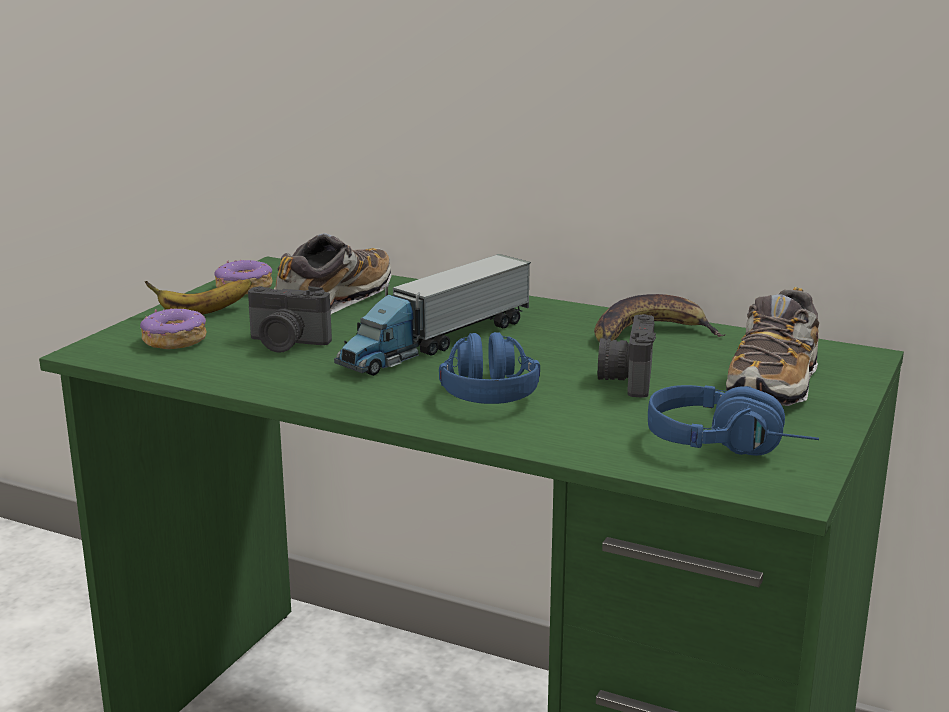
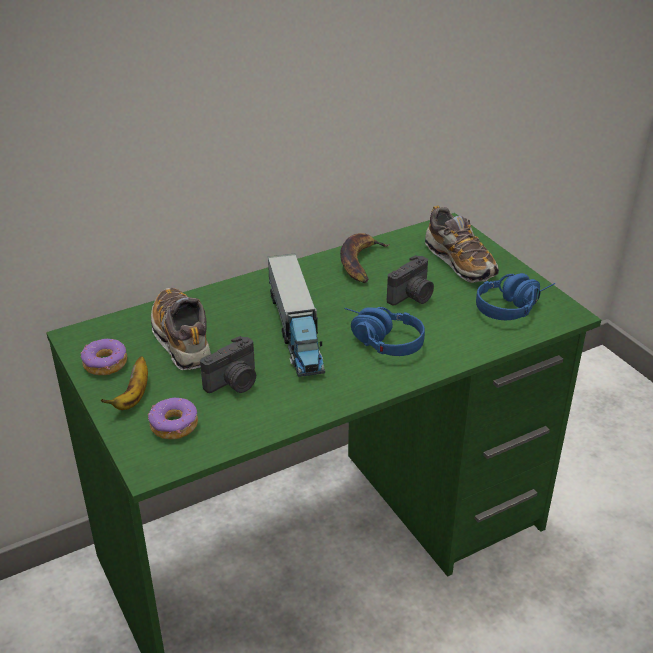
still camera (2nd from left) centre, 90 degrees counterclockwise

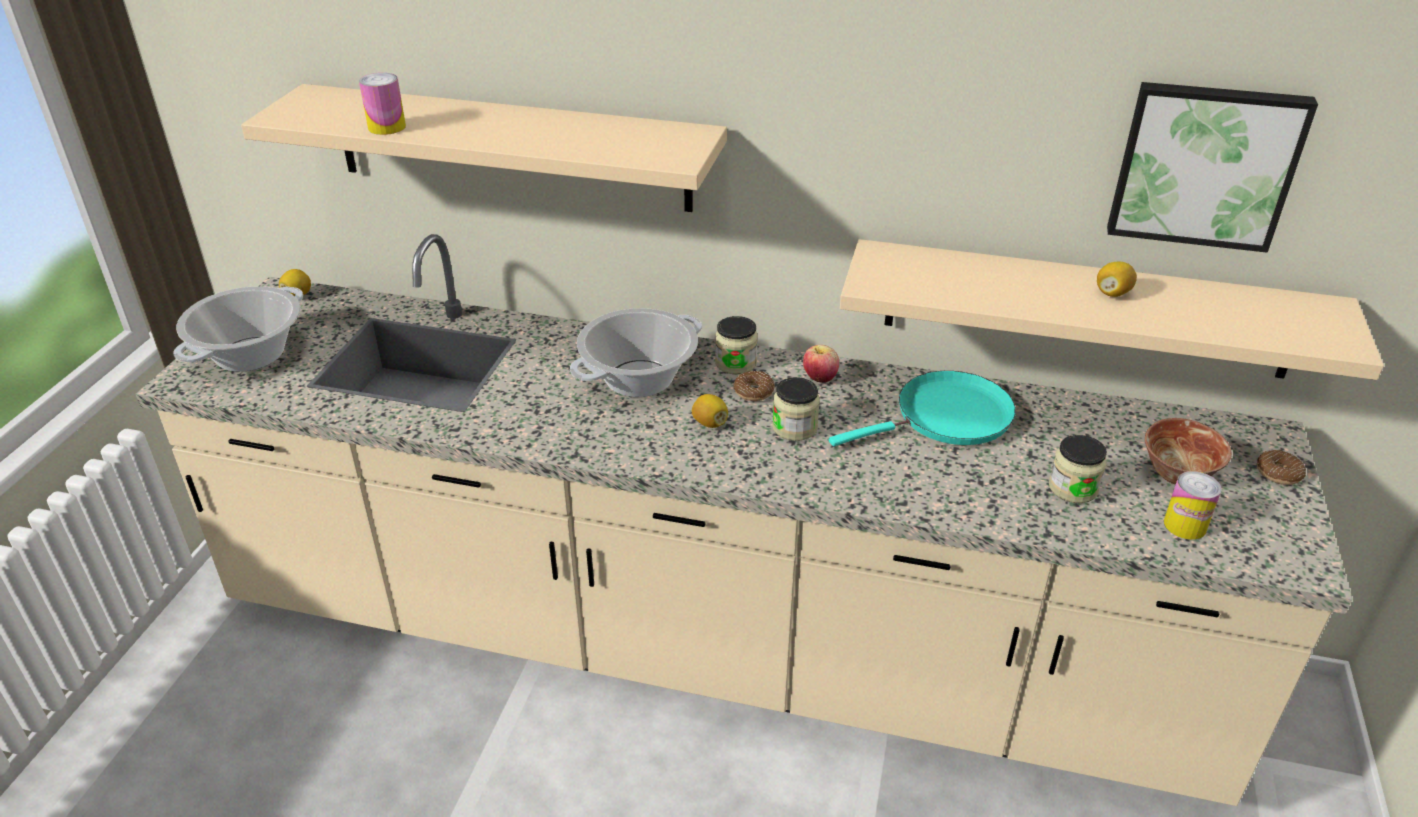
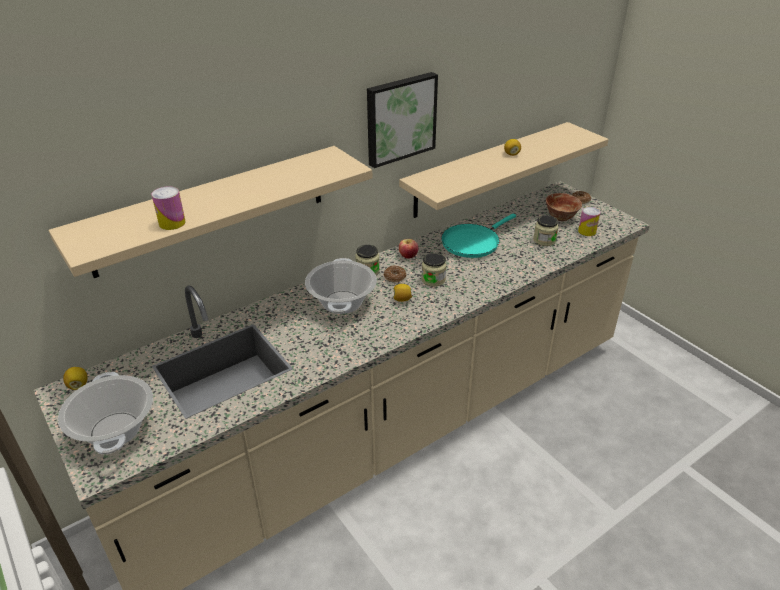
picture top right -> picture top centre, moved
turquoise-coloured skillet centre, 150 degrees counterclockwise

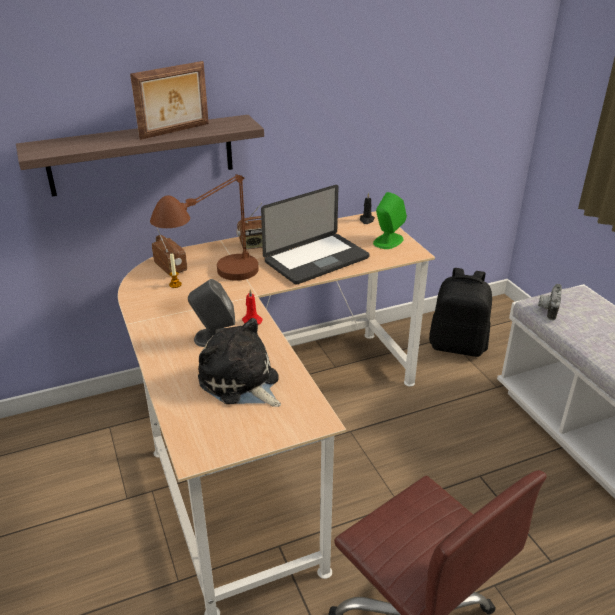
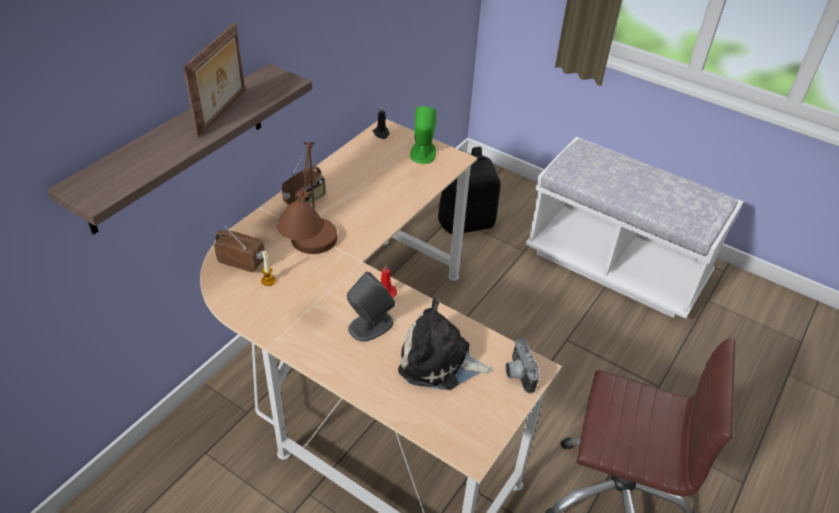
still camera middle right -> still camera bottom centre, moved
portable computer centre -> none

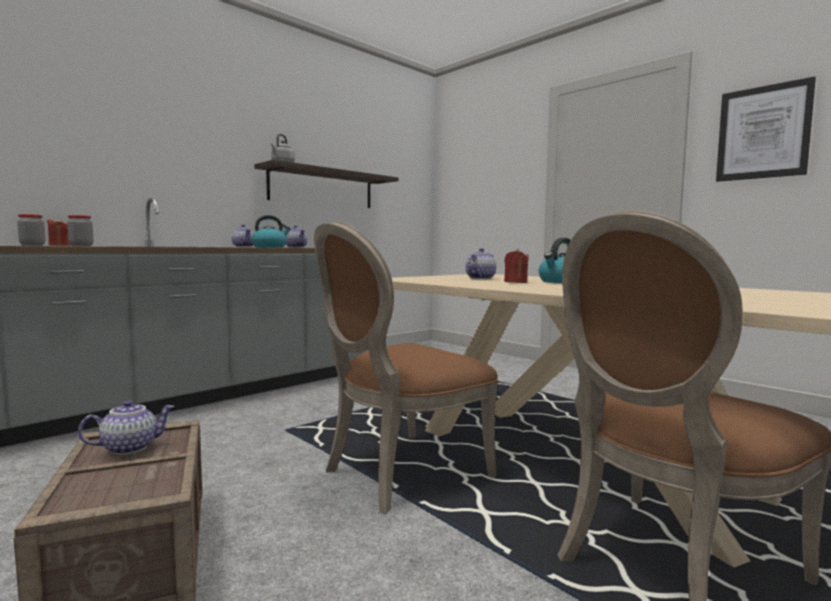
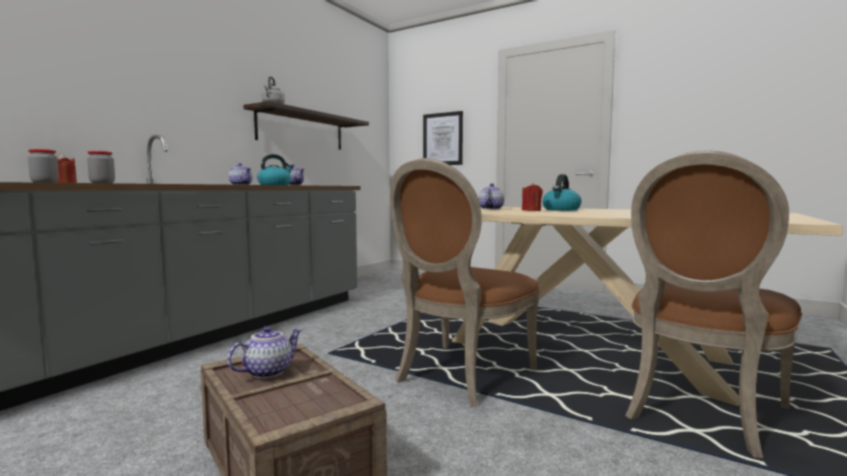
picture top right -> picture top centre, moved

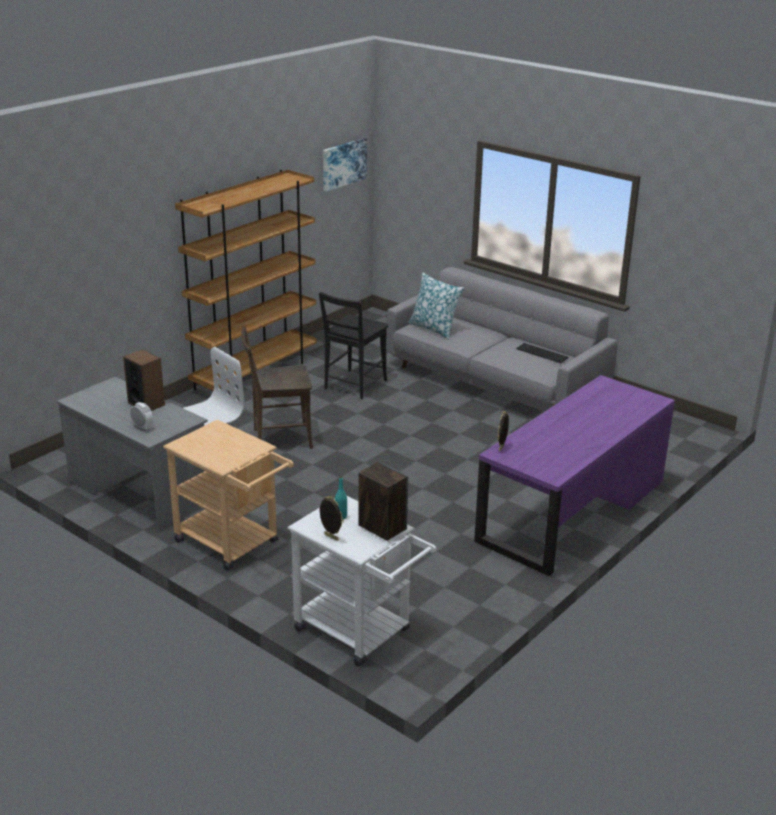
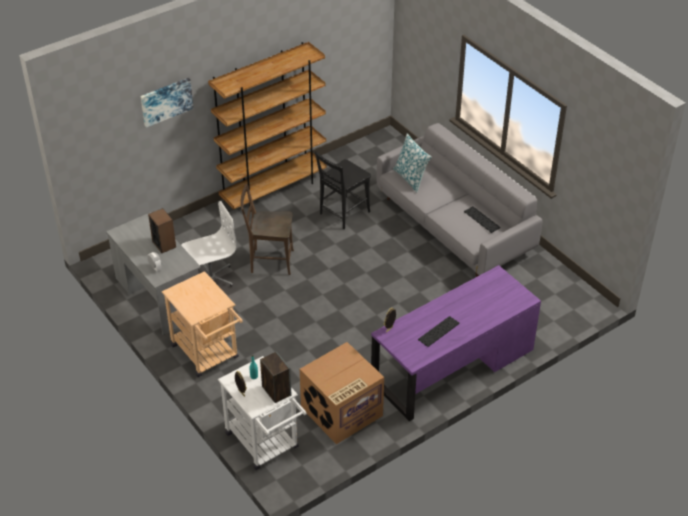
picture top centre -> picture top left, moved
none -> carton bottom centre
none -> computer keyboard (1st from left) centre

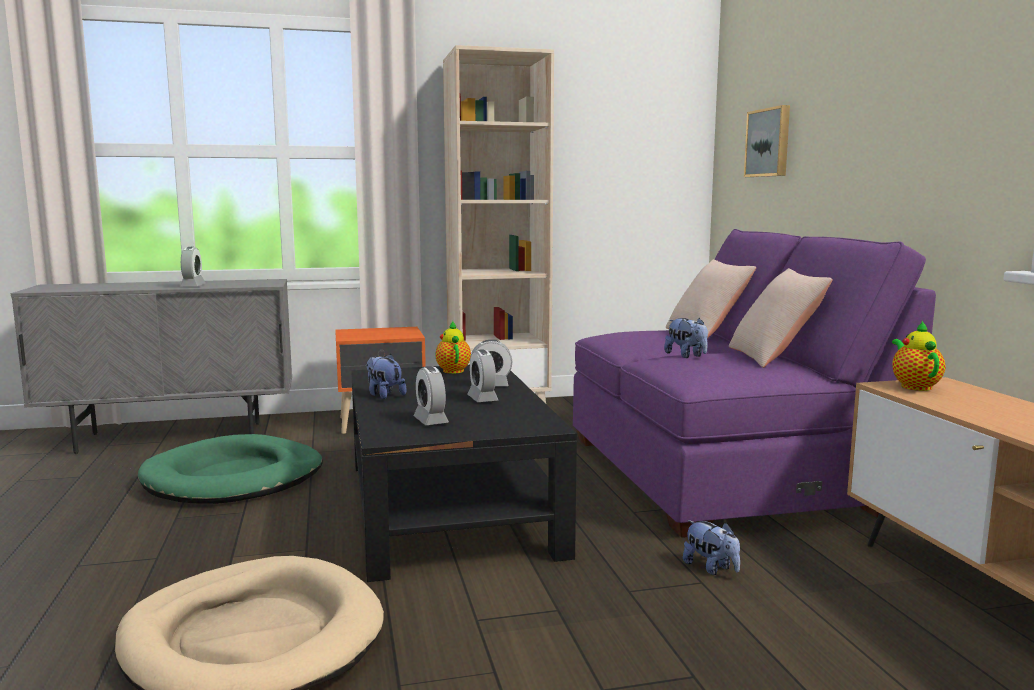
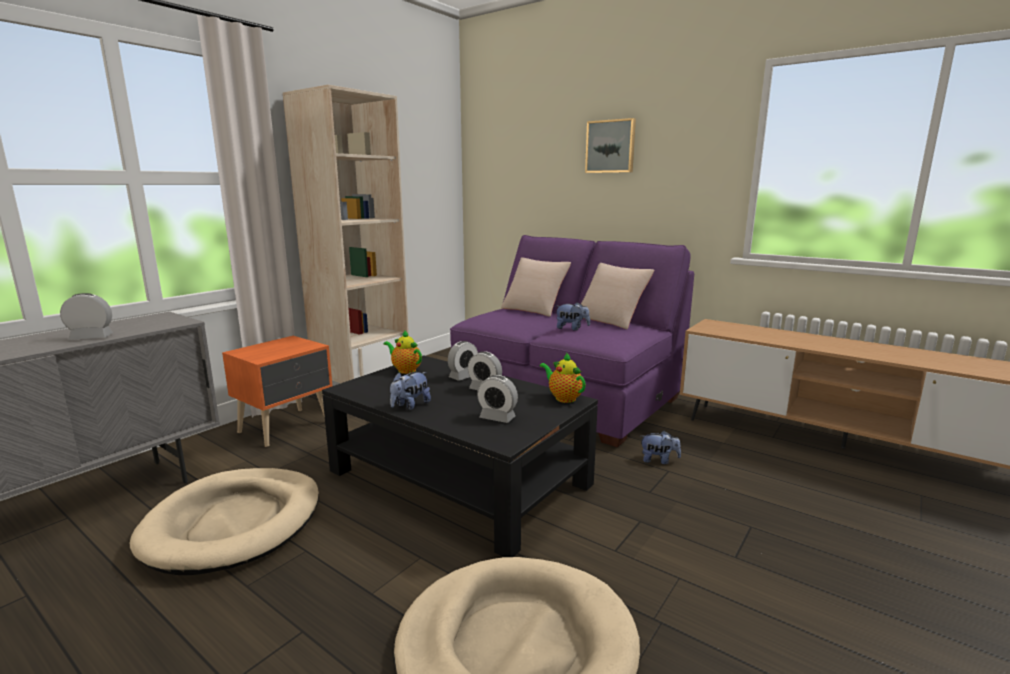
bedside clock (1st from left) middle left, 60 degrees counterclockwise
greenish pet bed bottom left -> beige pet bed (1st from left) bottom left
plush toy (1st from left) centre, 60 degrees counterclockwise
pot for tea (2nd from left) middle right -> pot for tea (2nd from left) centre, moved
picture top right -> picture top centre, moved

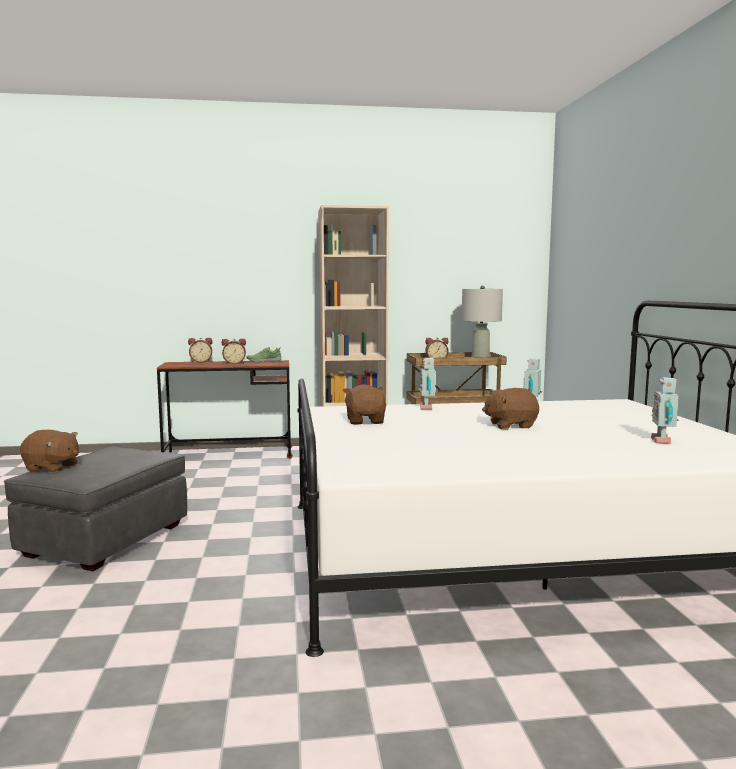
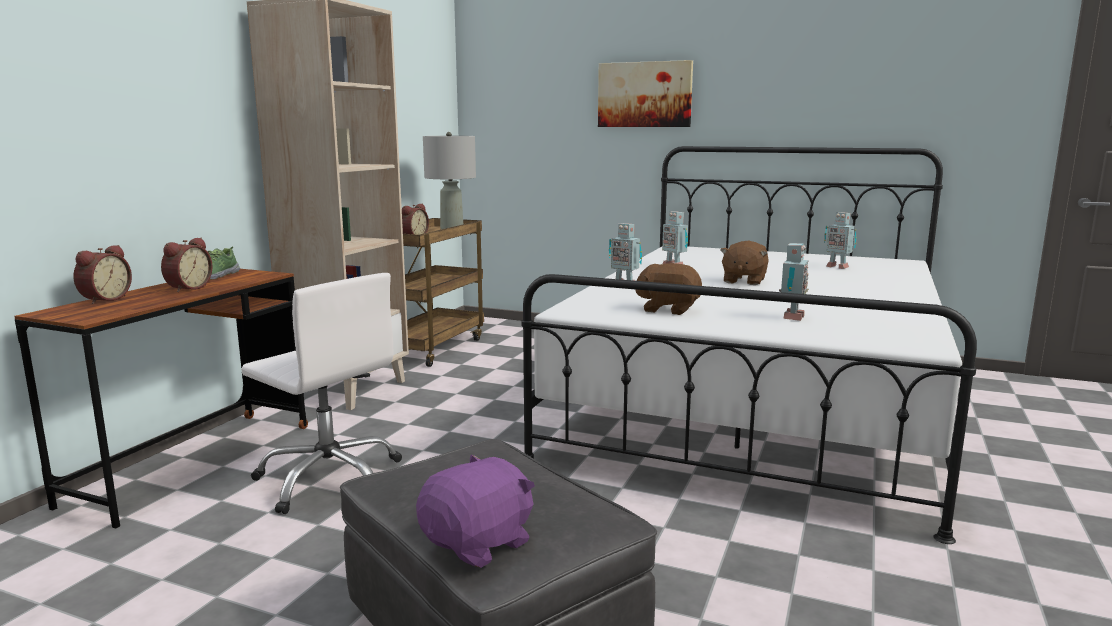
none -> white desk chair middle left
brownish plush toy (1st from left) middle left -> purplish plush toy bottom centre
none -> picture top centre
none -> toy robot (3rd from left) middle right

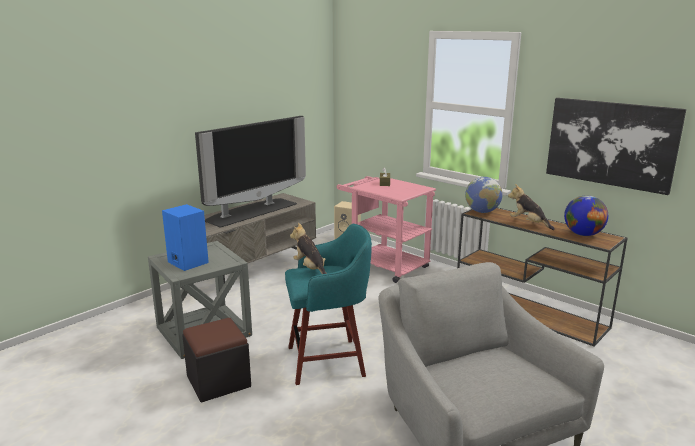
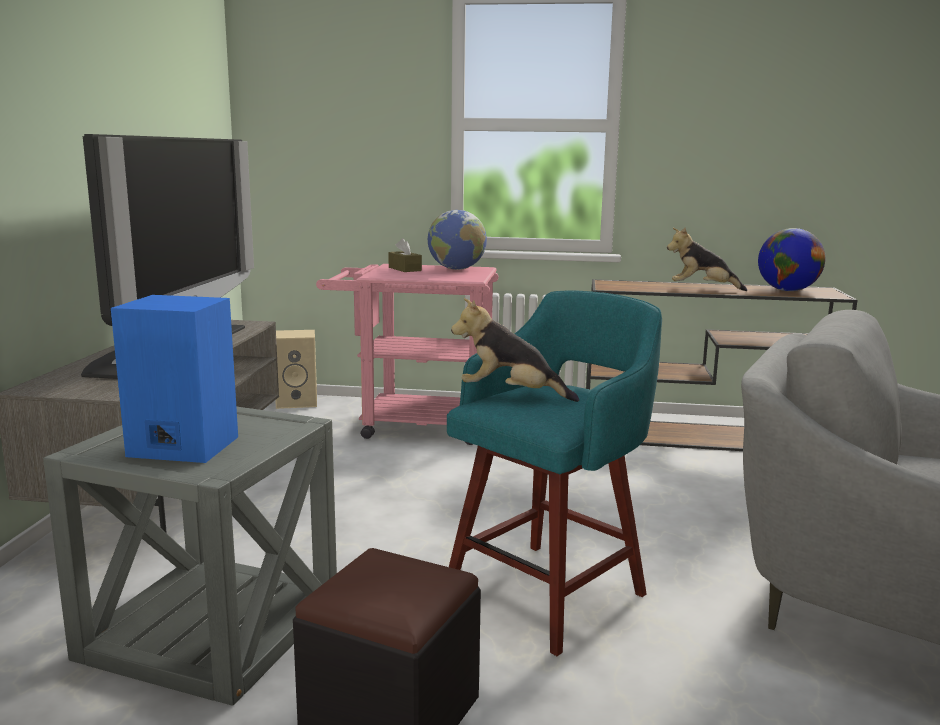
desk globe (1st from left) middle right -> desk globe (1st from left) top centre, moved
picture top right -> none

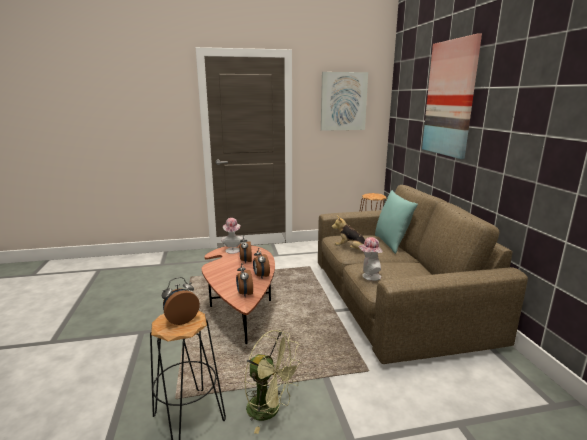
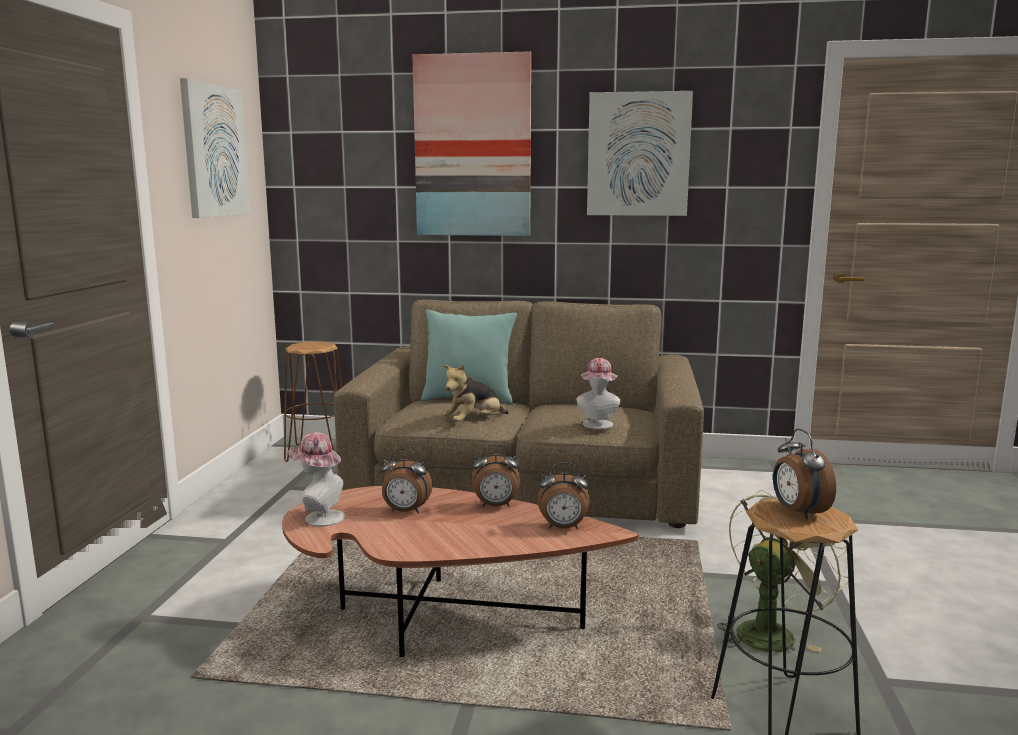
none -> picture (3rd from left) top centre

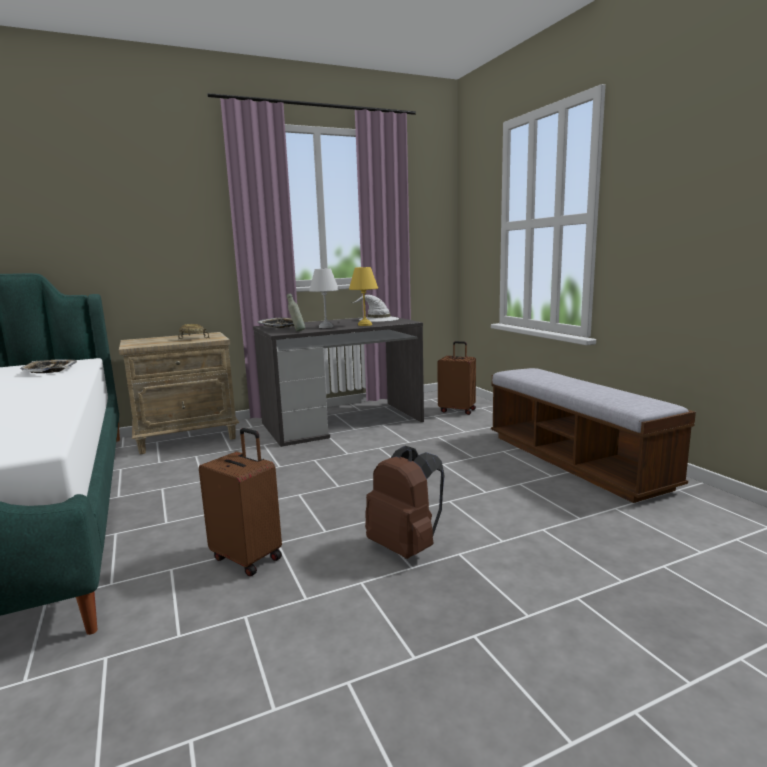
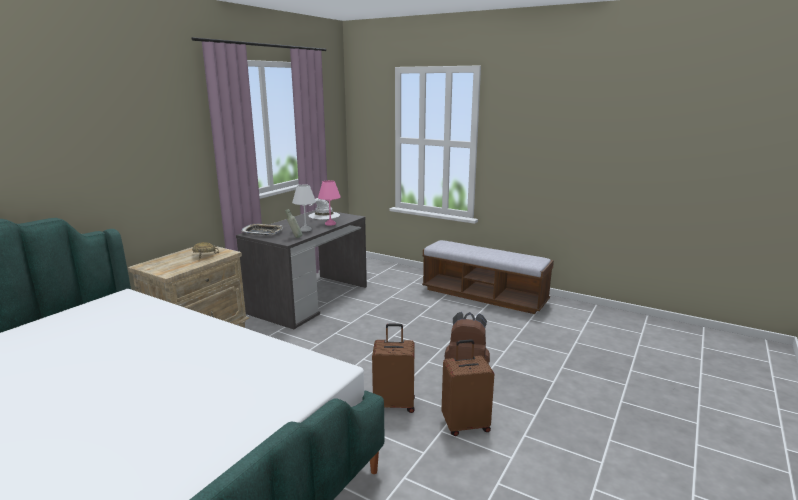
yellowish tabletop lamp centre -> pink-coloured tabletop lamp centre
brownish travel case (2nd from left) centre -> brownish travel case (2nd from left) bottom centre, moved
carrying tray (1st from left) middle left -> none

